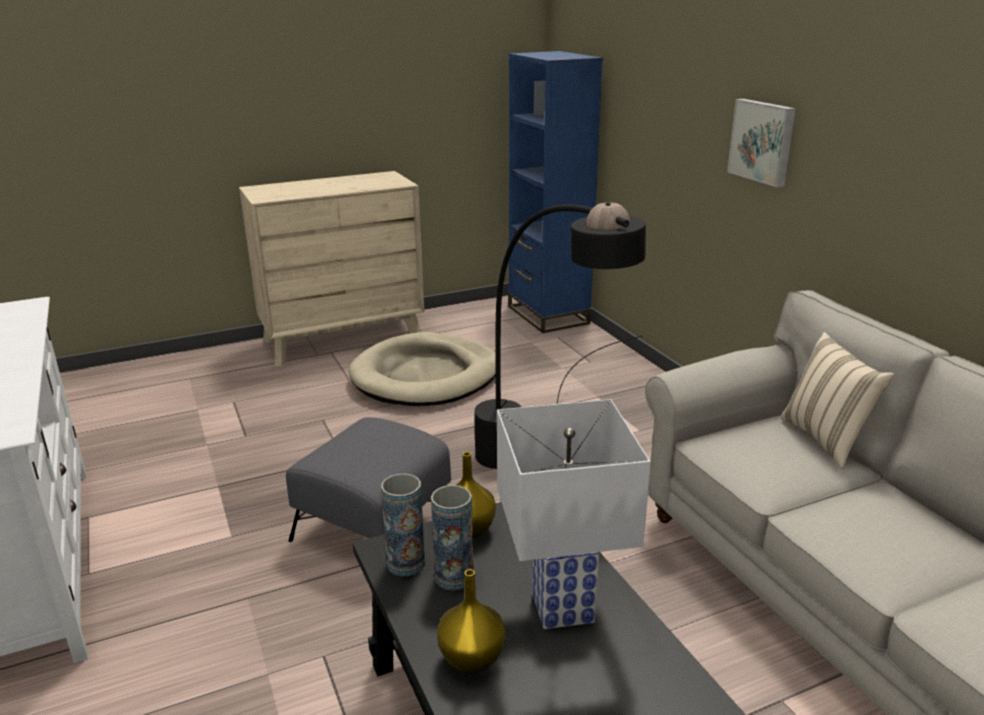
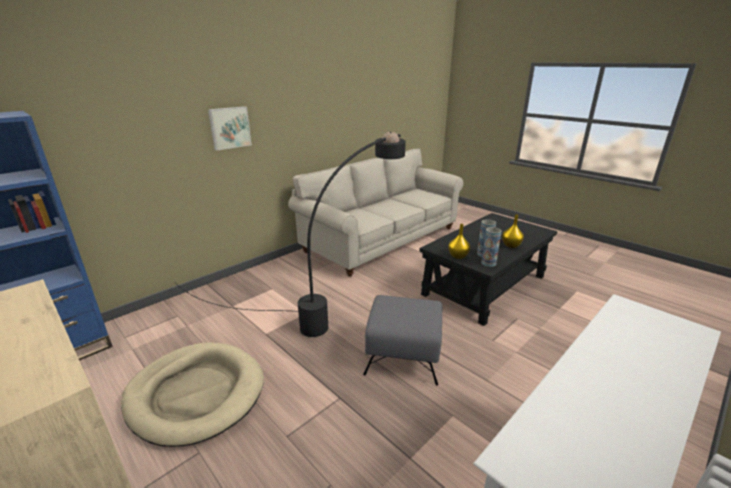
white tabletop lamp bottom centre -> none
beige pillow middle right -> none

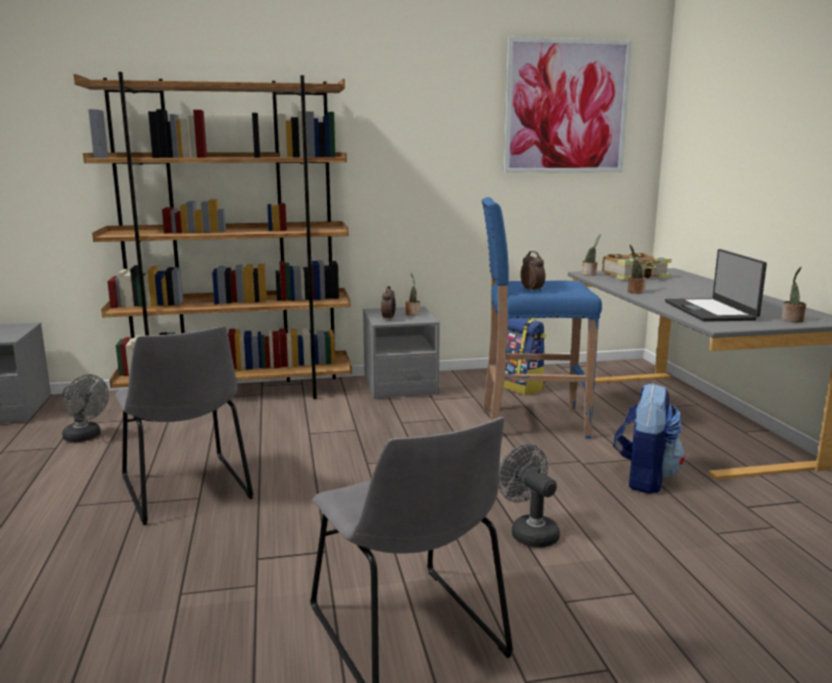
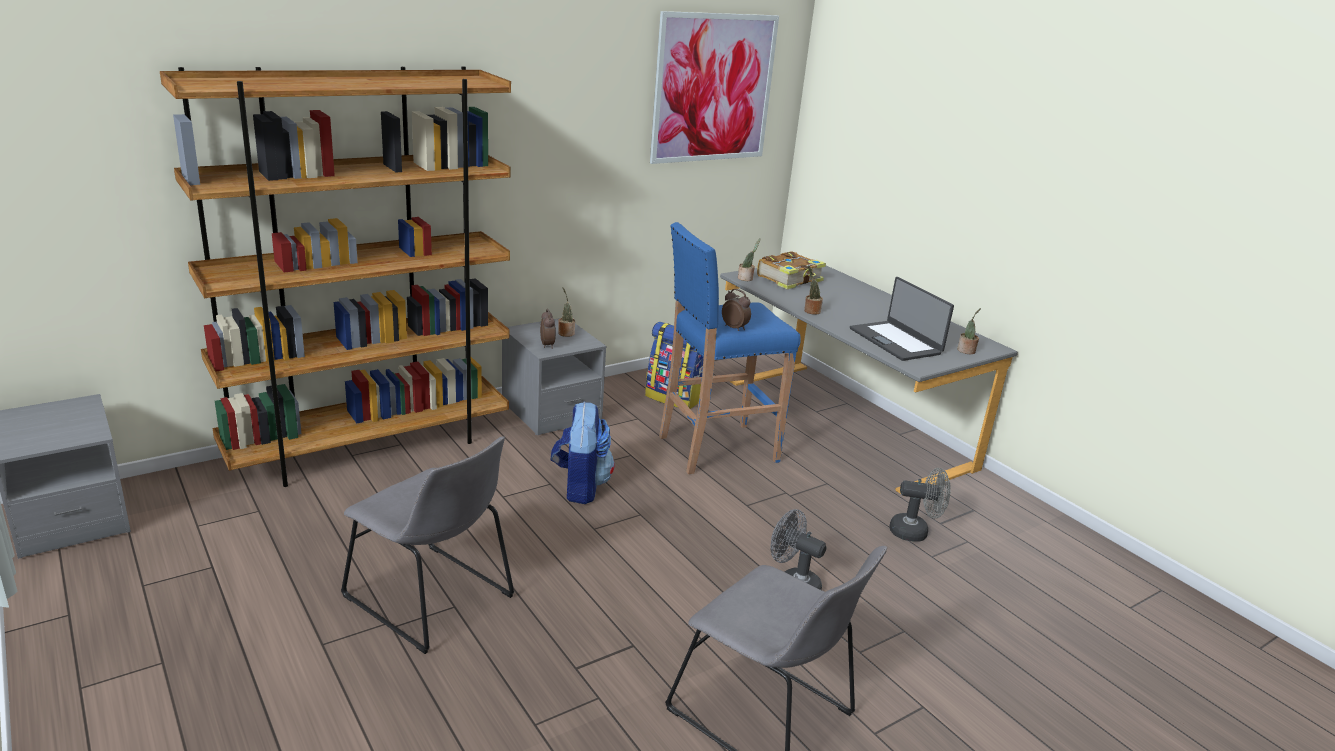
backpack (2nd from left in the first image) middle right -> backpack (1st from left) centre, moved
gray electric fan (1st from left in the first image) middle left -> gray electric fan (2nd from left) bottom right, moved

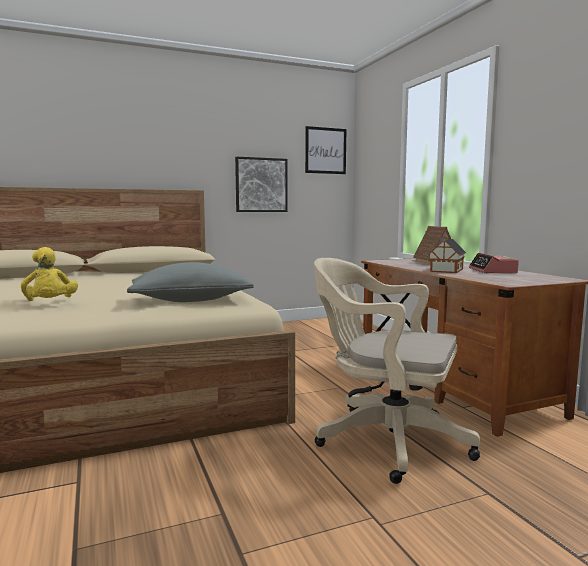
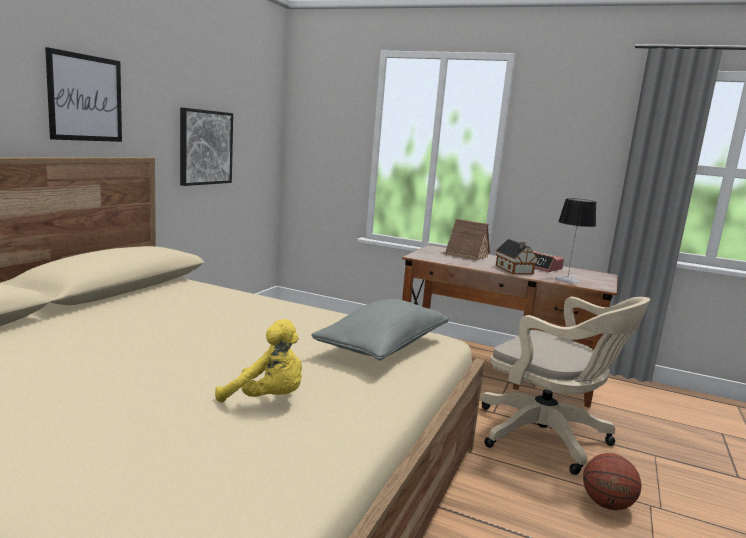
picture (2nd from left in the first image) top centre -> picture (1st from left) top left, moved
beige desk chair middle right -> beige desk chair bottom right, 120 degrees counterclockwise
none -> tabletop lamp middle right
none -> ball for basketball bottom right

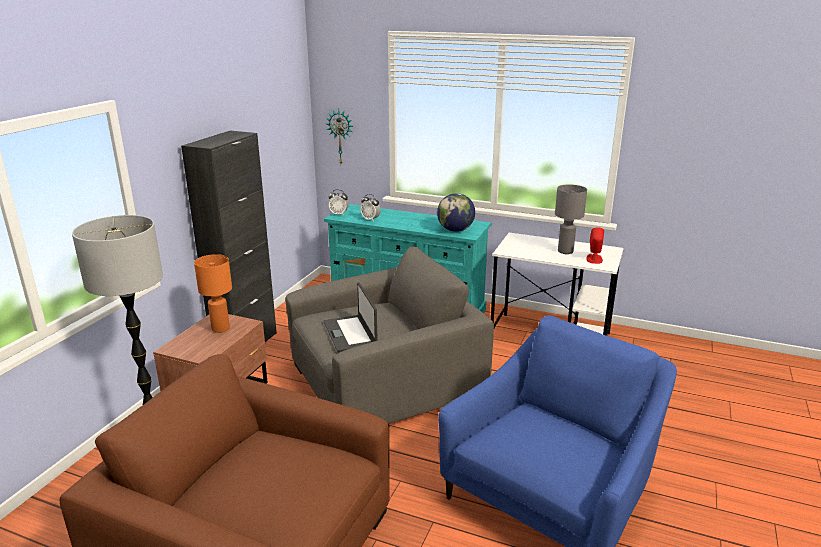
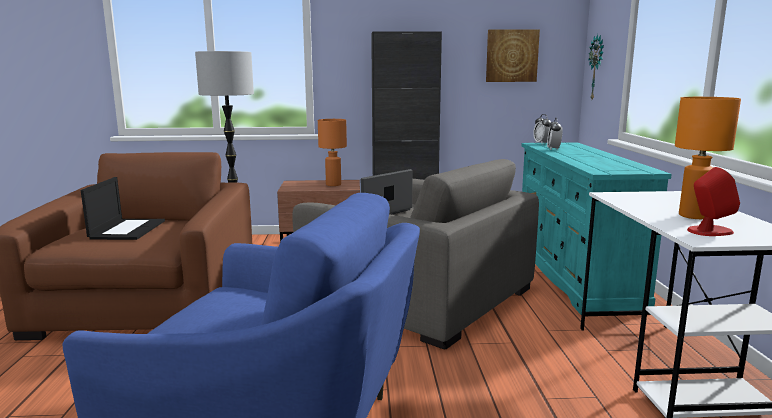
none -> portable computer (1st from left) middle left
none -> picture top centre
gray tabletop lamp middle right -> orange-coloured tabletop lamp (2nd from left) middle right
desk globe centre -> none

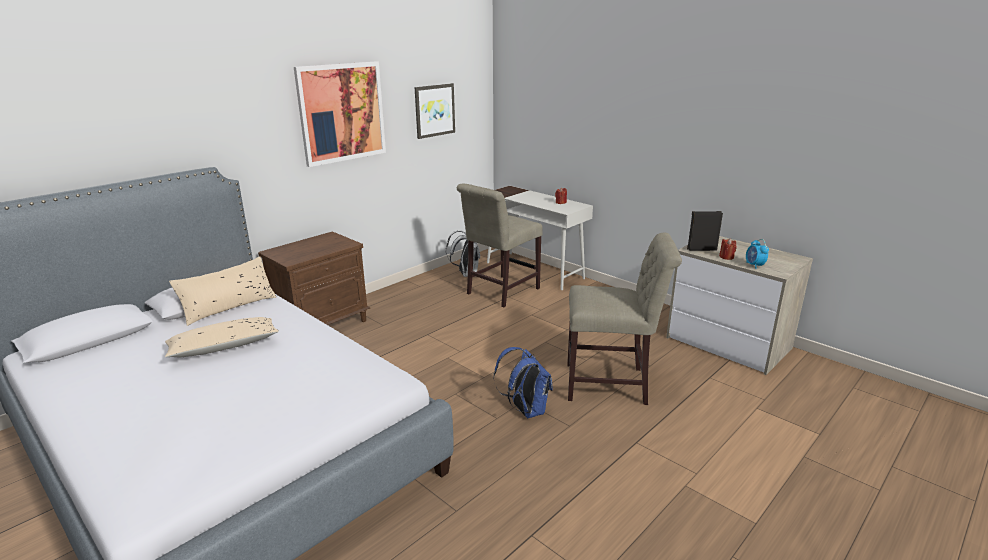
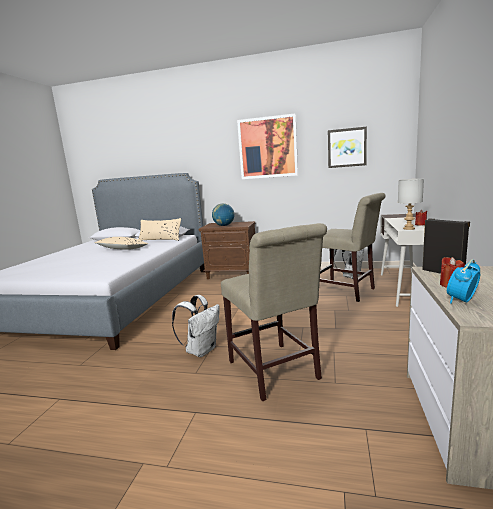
blue backpack bottom centre -> white backpack (1st from left) centre
none -> desk globe centre
beige plain chair (1st from left in the first image) centre -> beige plain chair (2nd from left) middle right, 150 degrees counterclockwise
none -> gray tabletop lamp middle right

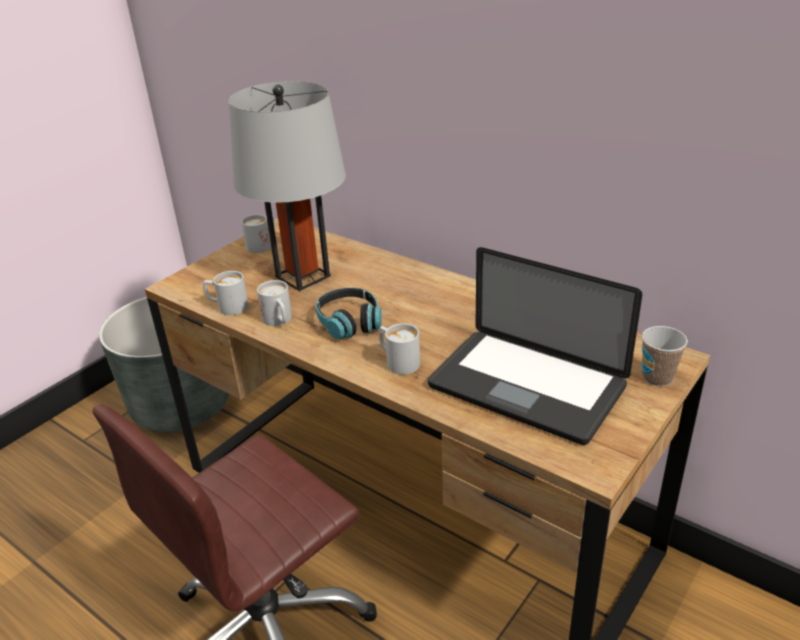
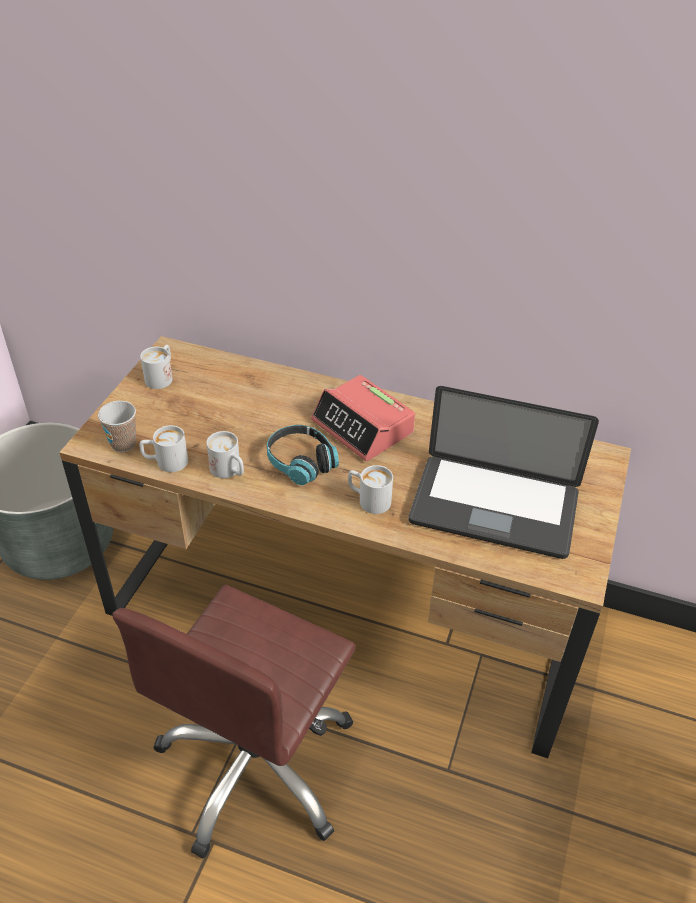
cup middle right -> cup middle left, moved
none -> bedside clock centre
gray tabletop lamp top centre -> none

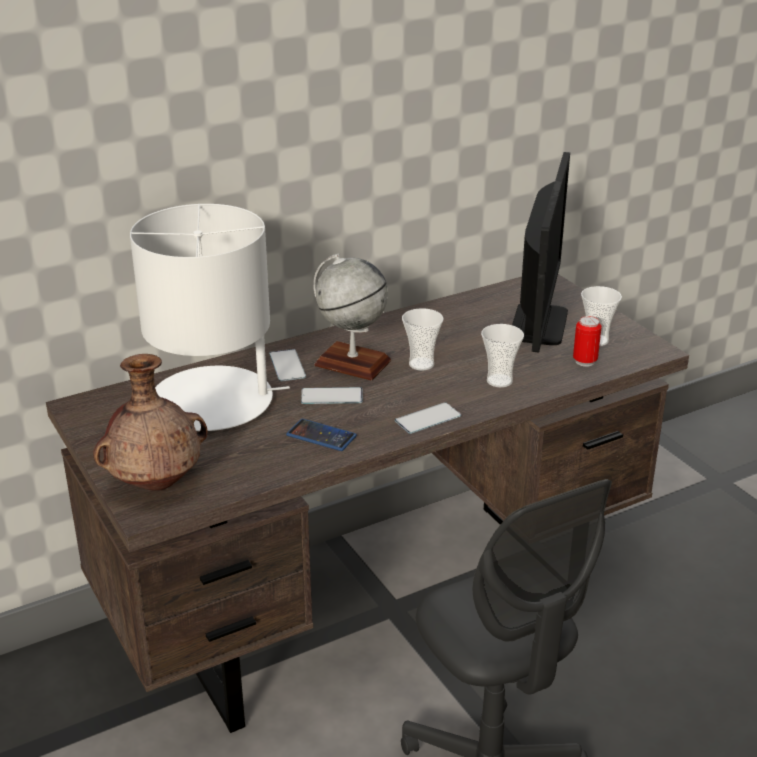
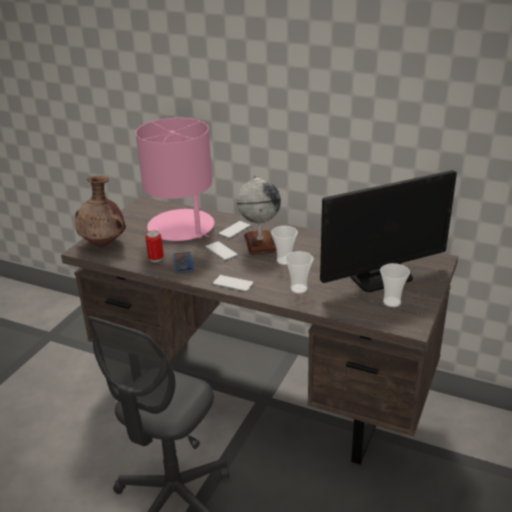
white tabletop lamp middle left -> pink-coloured tabletop lamp centre
can middle right -> can middle left, moved

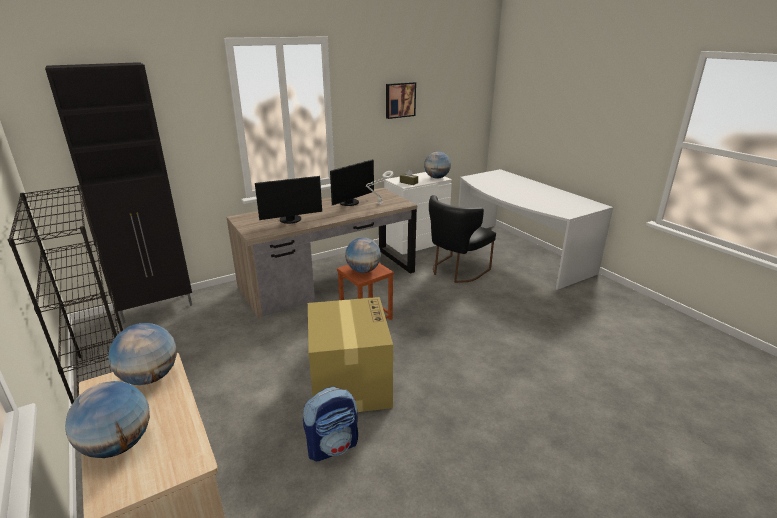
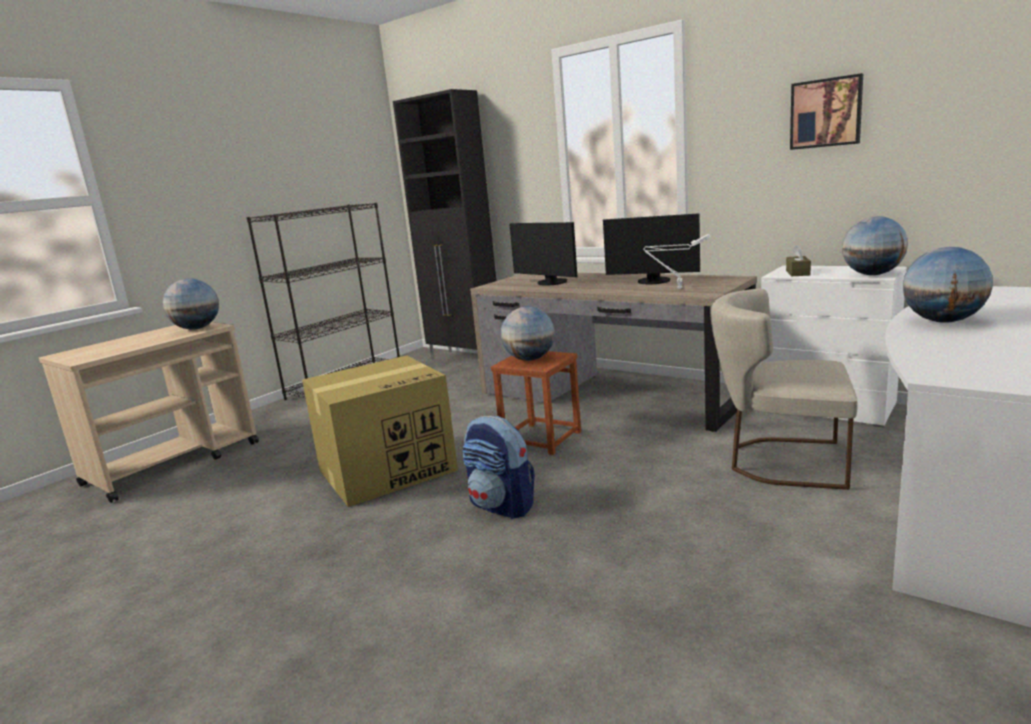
backpack bottom centre -> backpack centre, moved
black-coloured plain chair centre -> beige plain chair middle right
desk globe (1st from left in the first image) bottom left -> desk globe (4th from left) middle right, moved

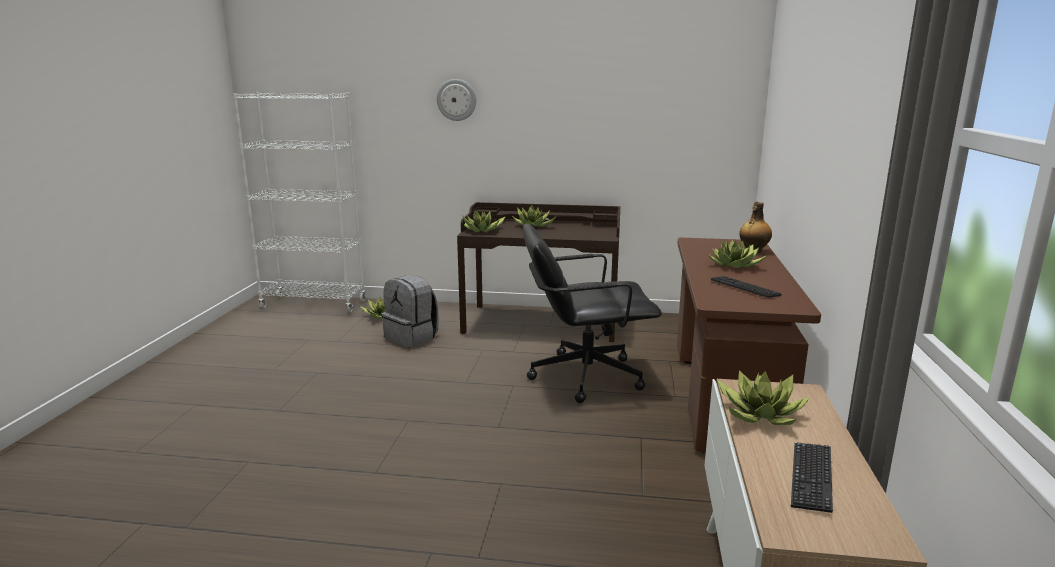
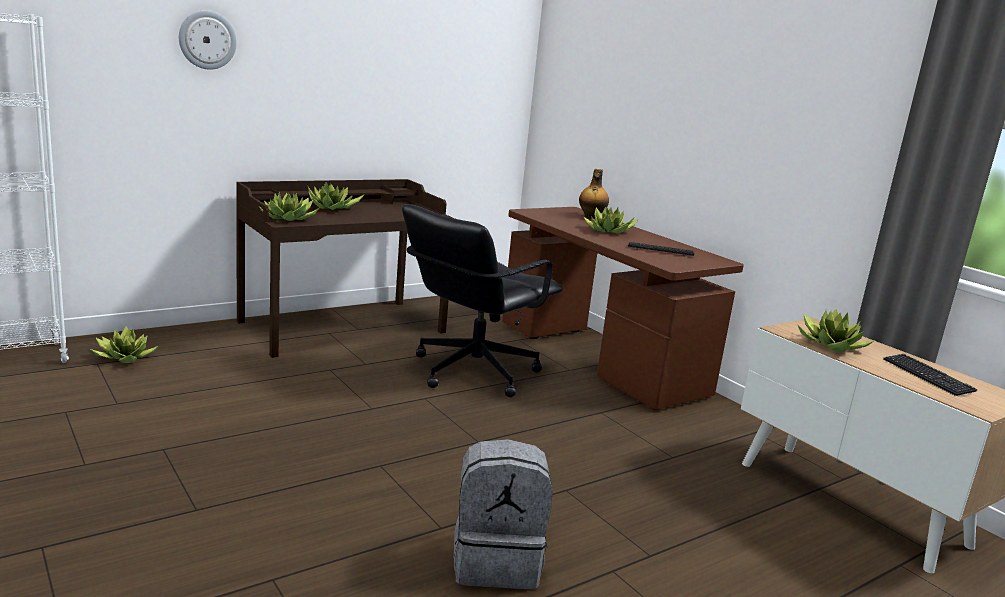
gray backpack centre -> gray backpack bottom centre, moved

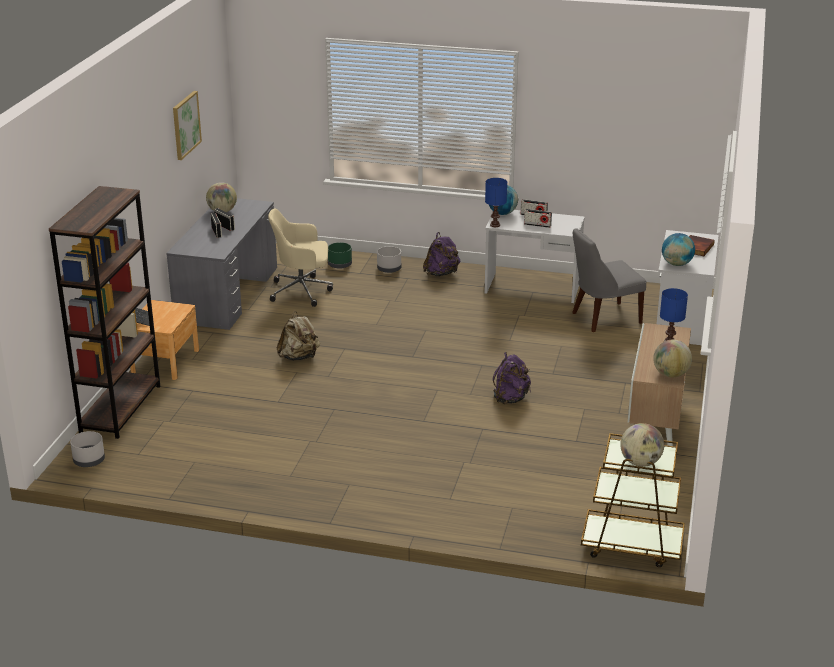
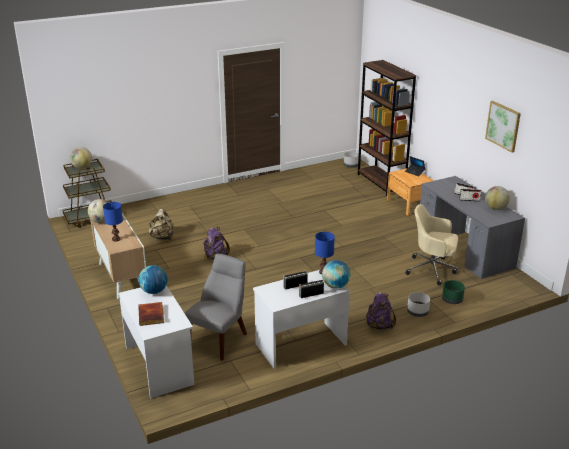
beige backpack centre -> beige backpack middle left, moved
beige desk chair centre -> beige desk chair middle right, 120 degrees counterclockwise

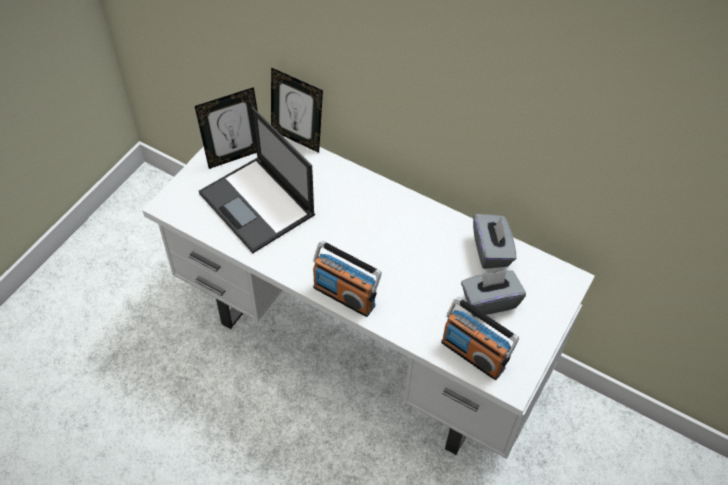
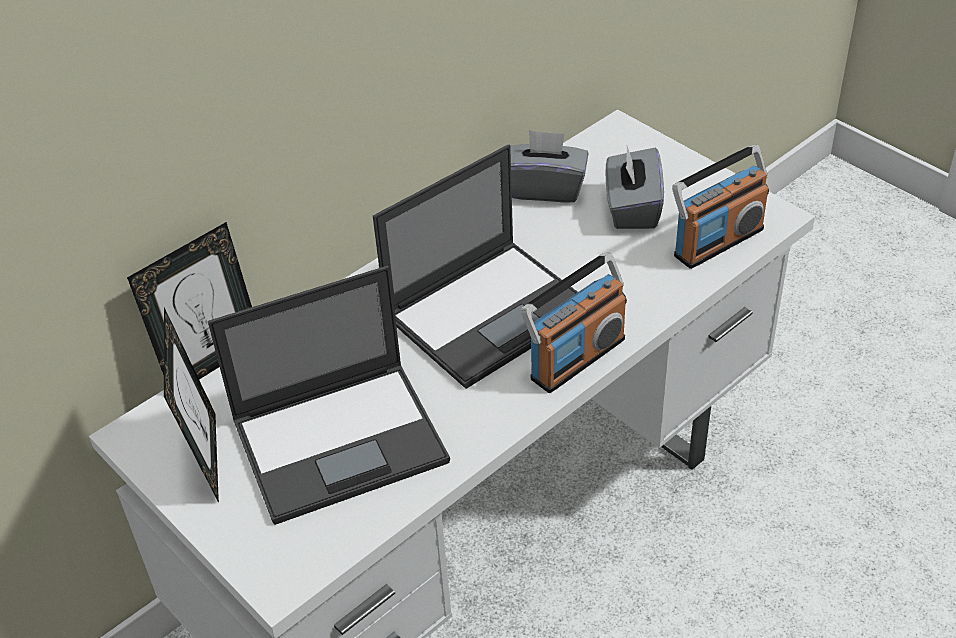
none -> portable computer (2nd from left) centre

